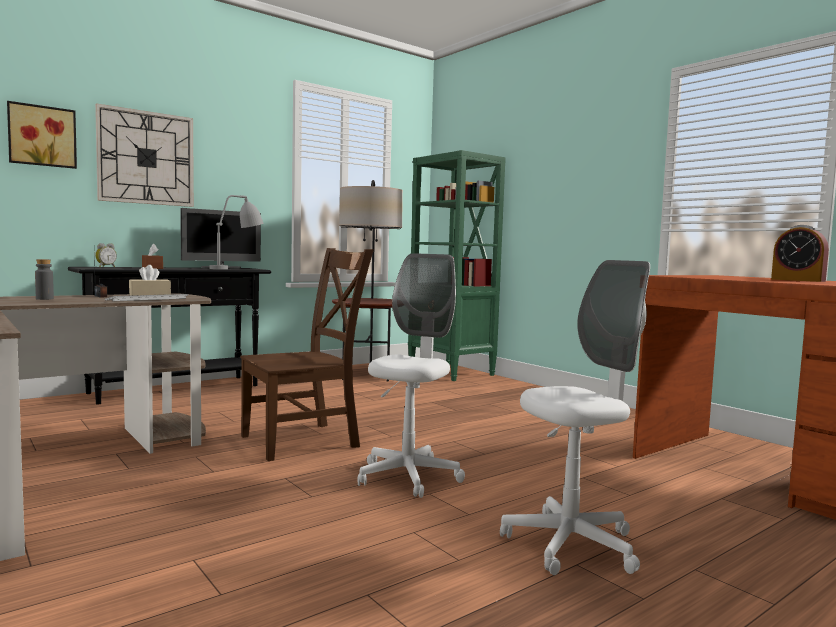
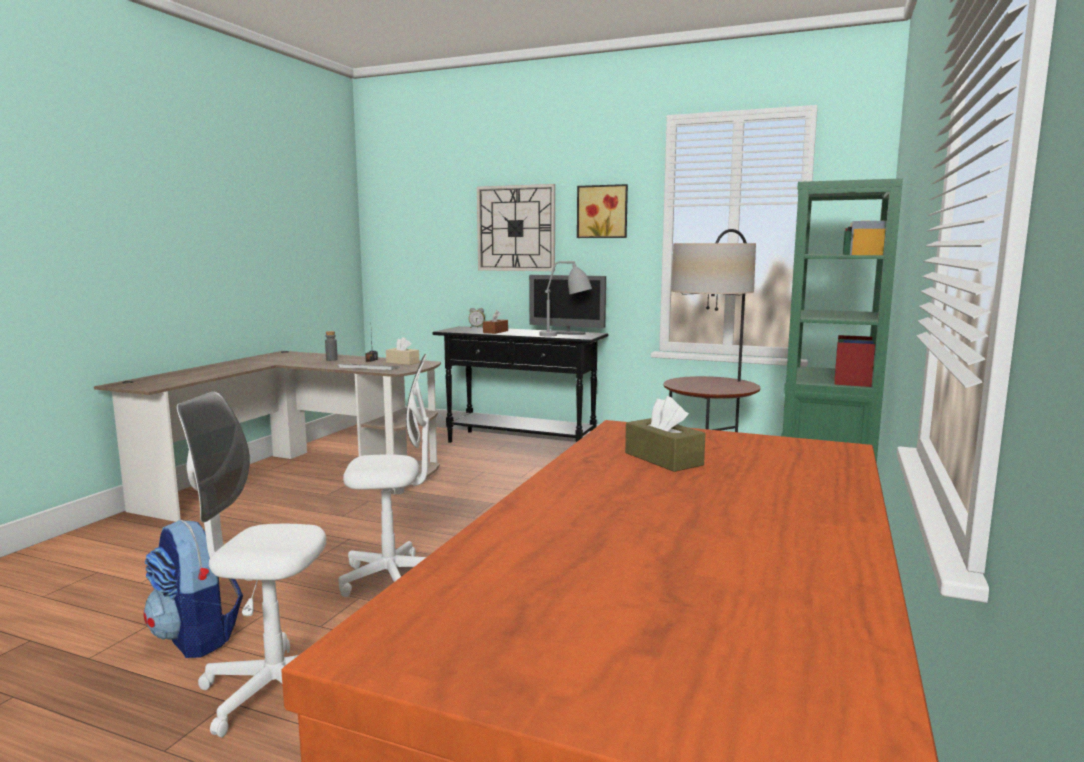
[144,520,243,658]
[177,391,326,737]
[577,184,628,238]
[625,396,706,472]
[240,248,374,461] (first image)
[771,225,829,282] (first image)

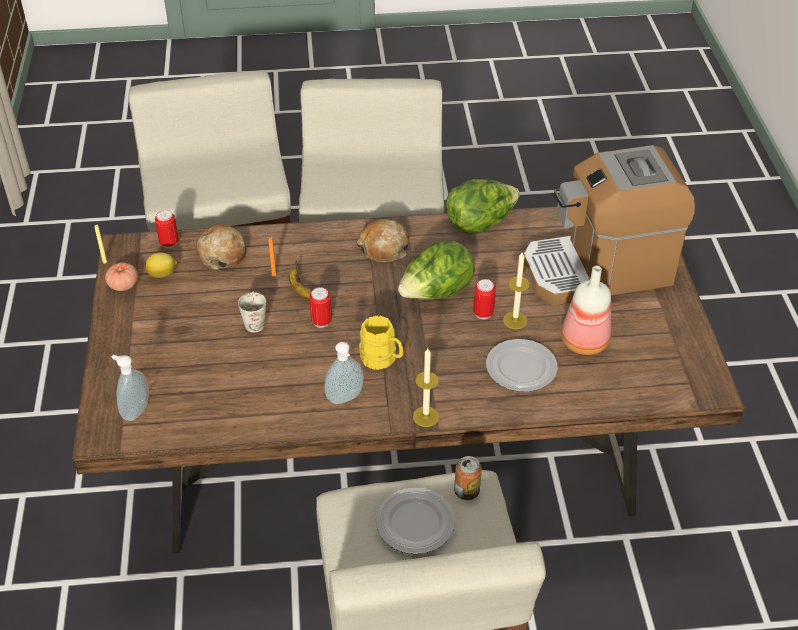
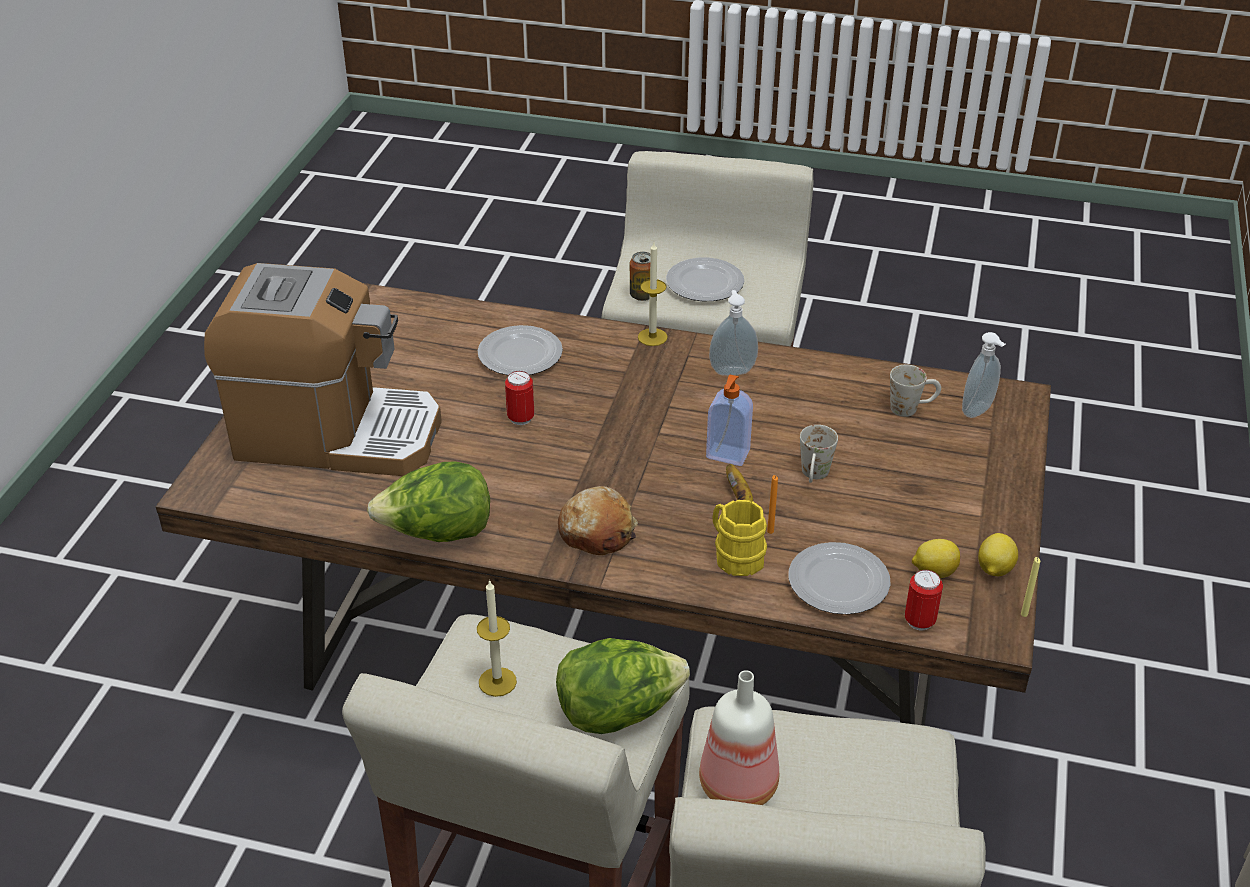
[477,580,517,697]
[556,638,690,734]
[699,670,779,805]
[706,374,753,466]
[713,500,767,576]
[789,542,891,614]
[890,365,941,417]
[978,533,1018,576]

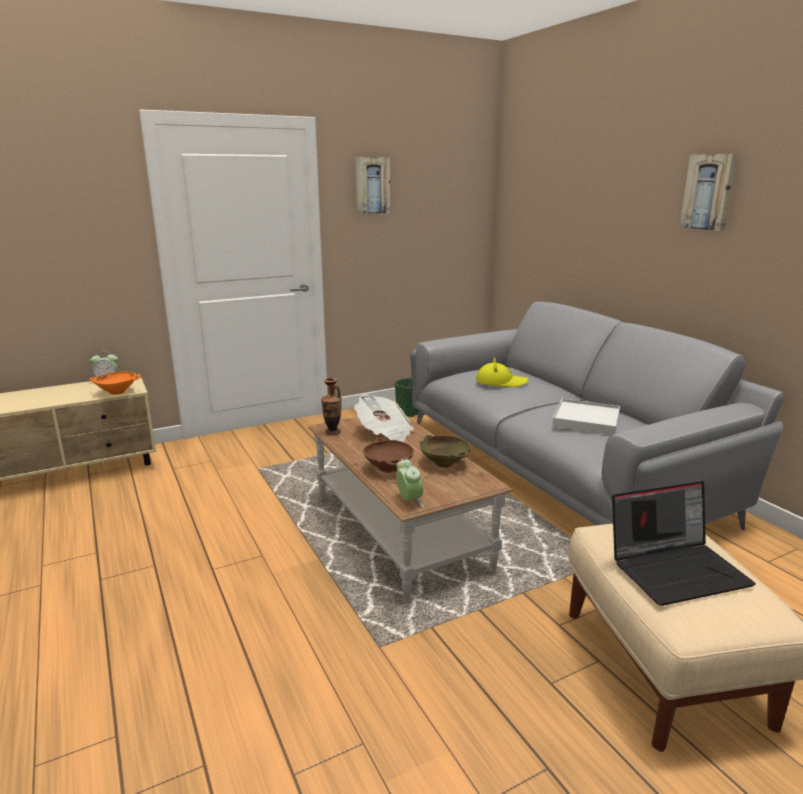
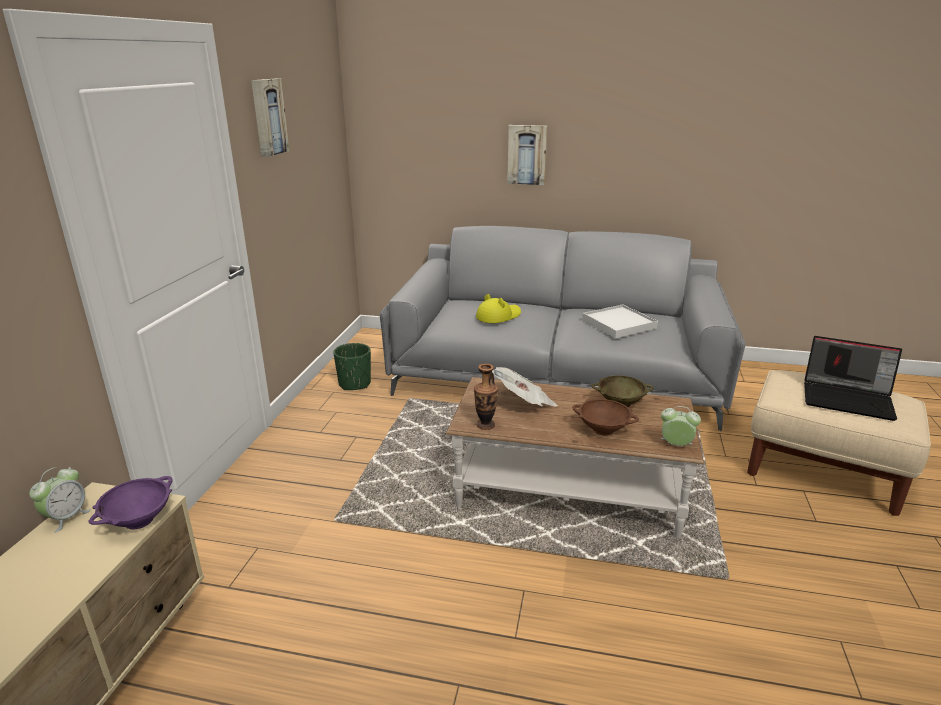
[89,476,172,529]
[507,125,548,185]
[804,336,902,421]

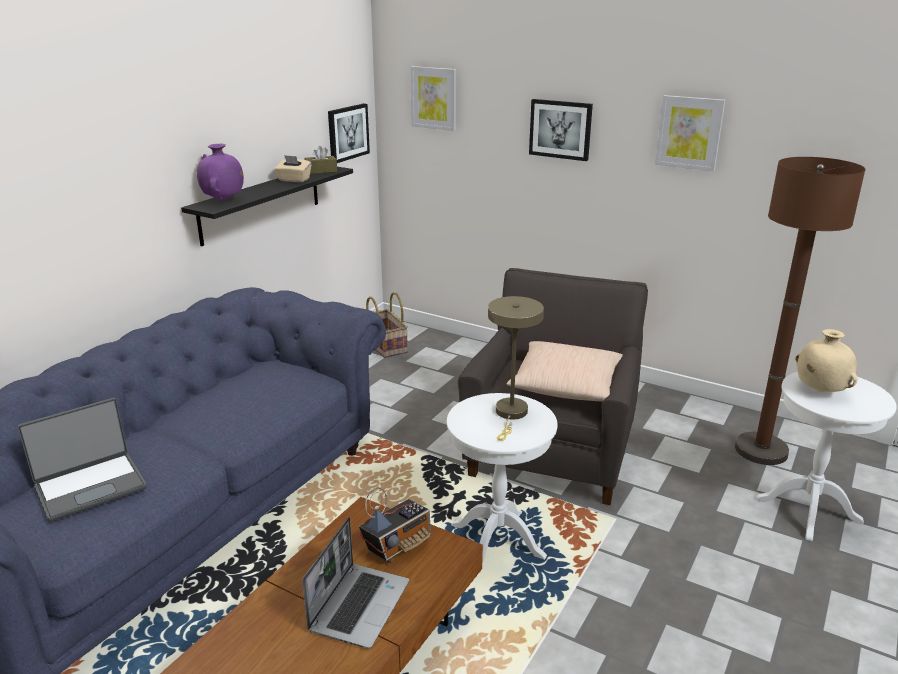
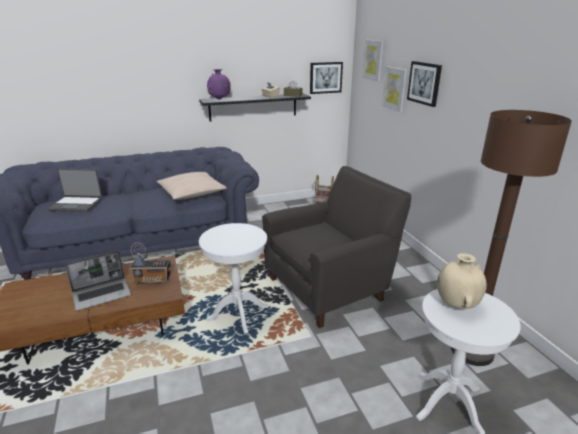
[157,172,227,200]
[382,66,407,112]
[488,296,544,441] (first image)

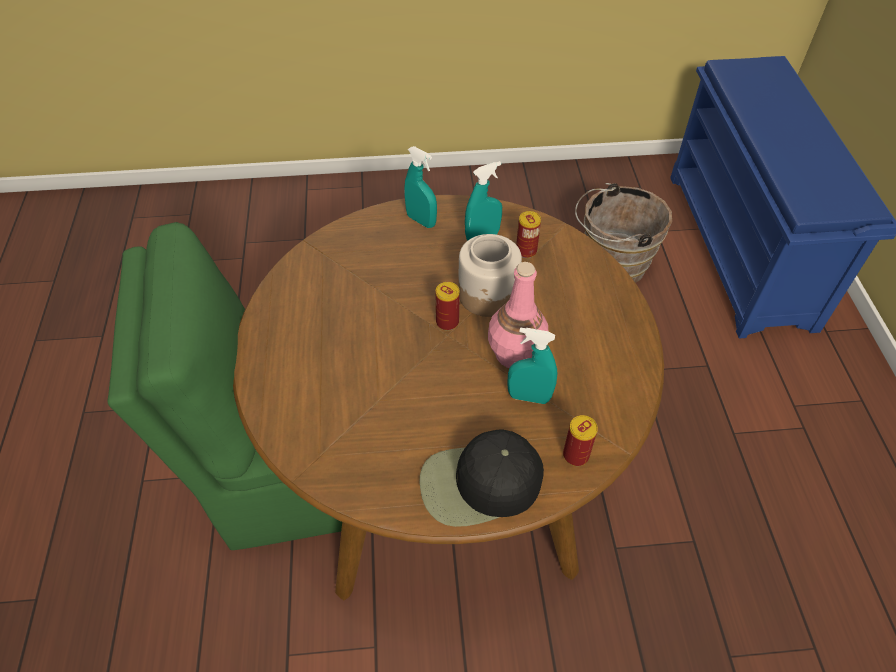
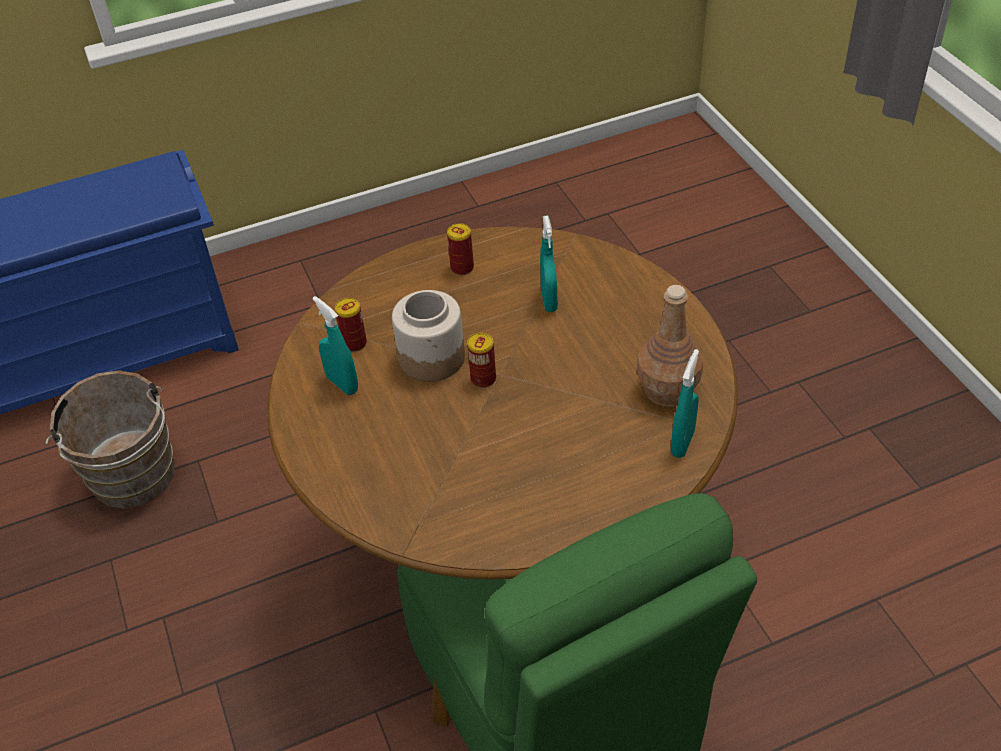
[447,223,474,275]
[637,285,703,407]
[671,349,699,458]
[420,429,544,527] (first image)
[488,262,549,368] (first image)

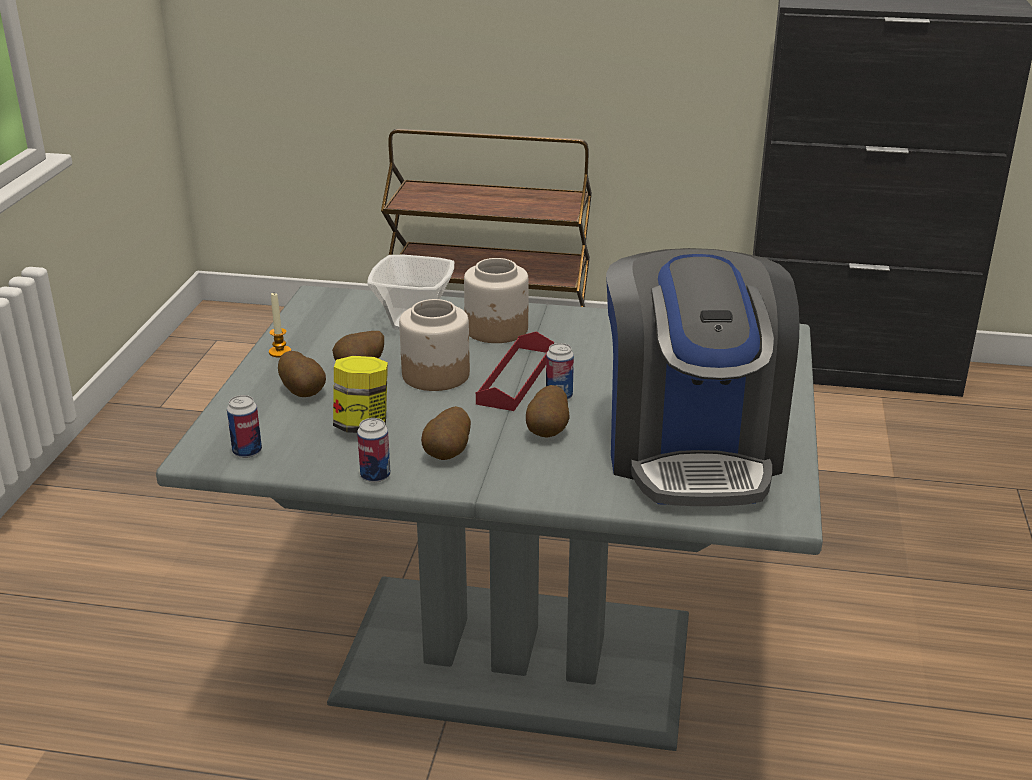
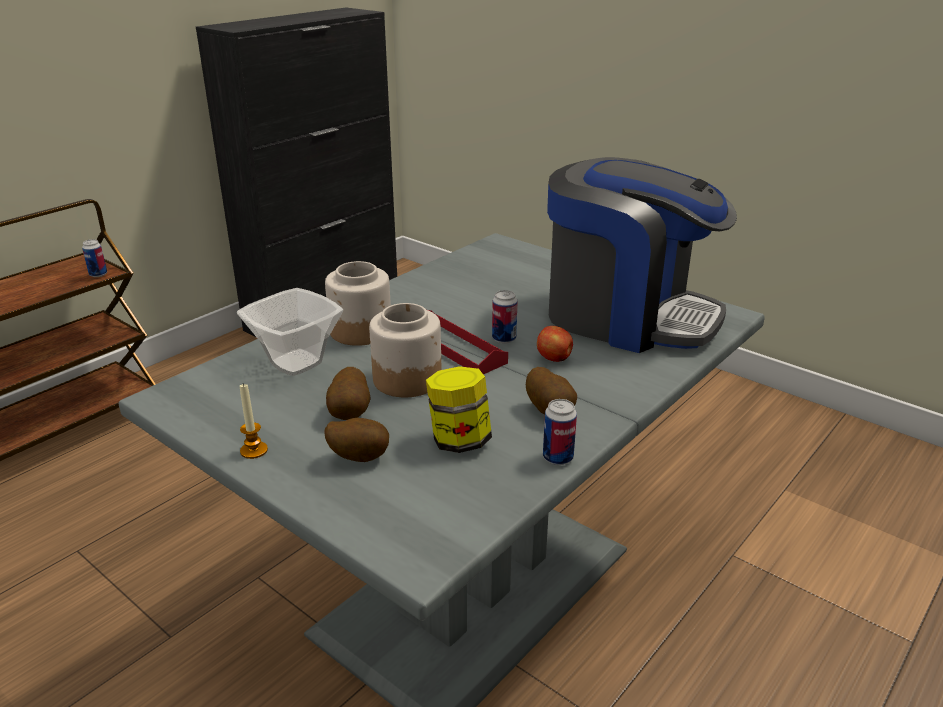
[82,239,107,277]
[537,326,573,362]

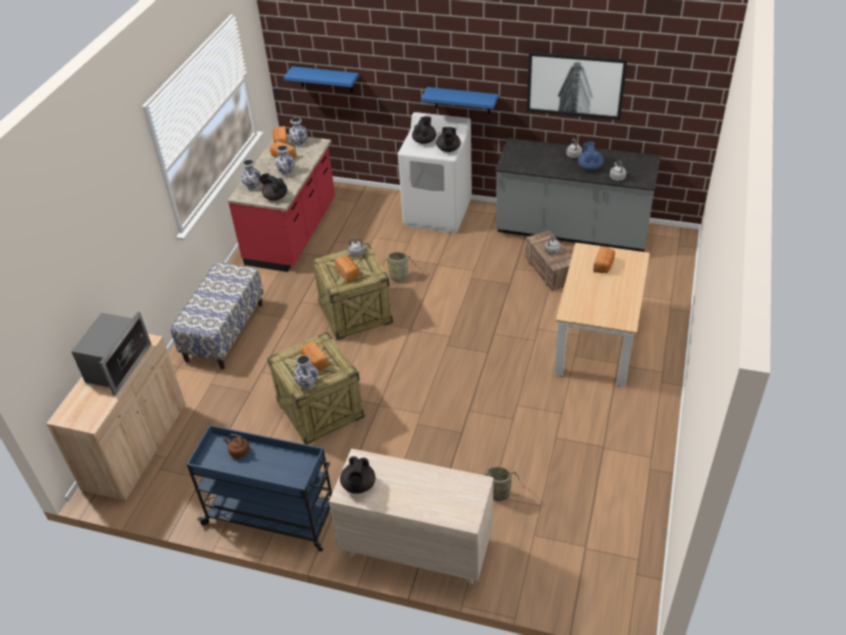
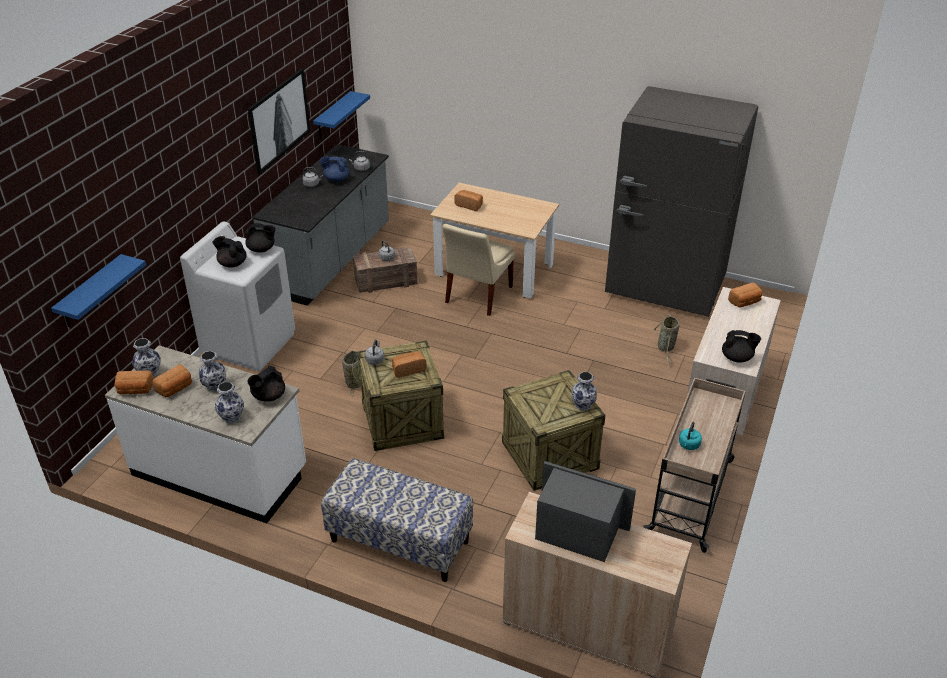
[105,345,306,524]
[313,91,370,139]
[442,224,515,316]
[605,86,758,317]
[643,378,746,553]
[679,421,702,450]
[728,282,763,307]

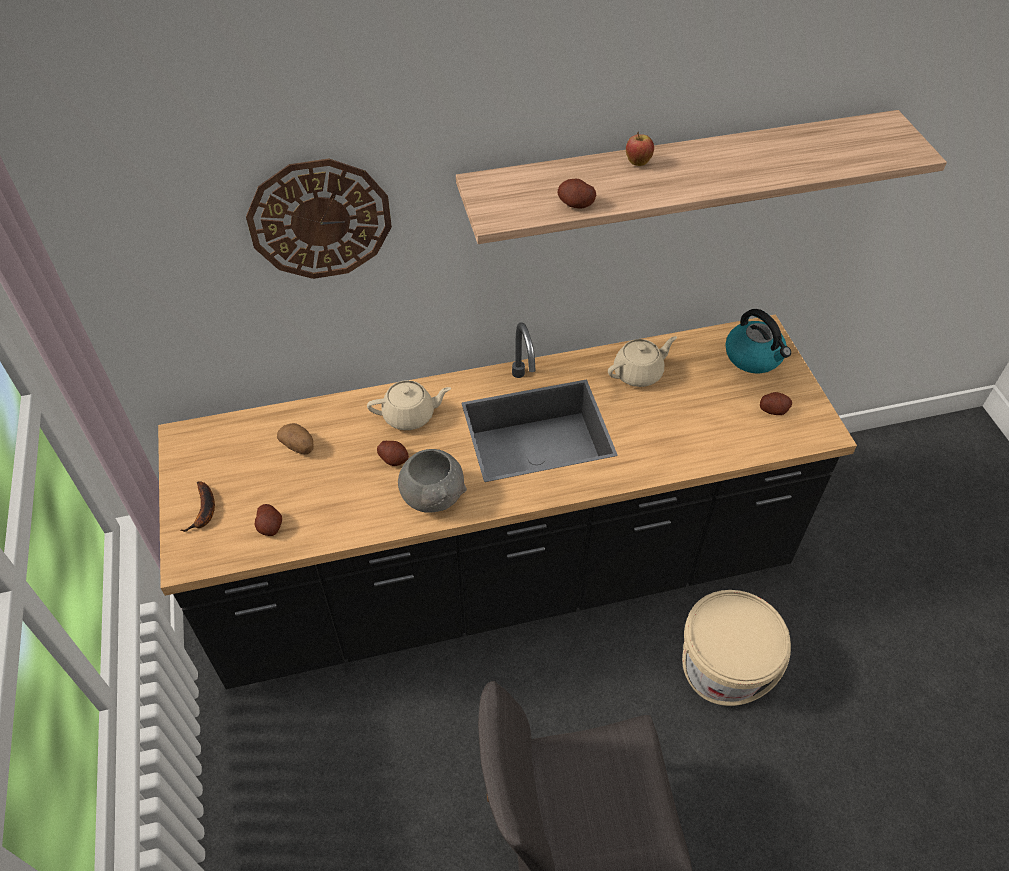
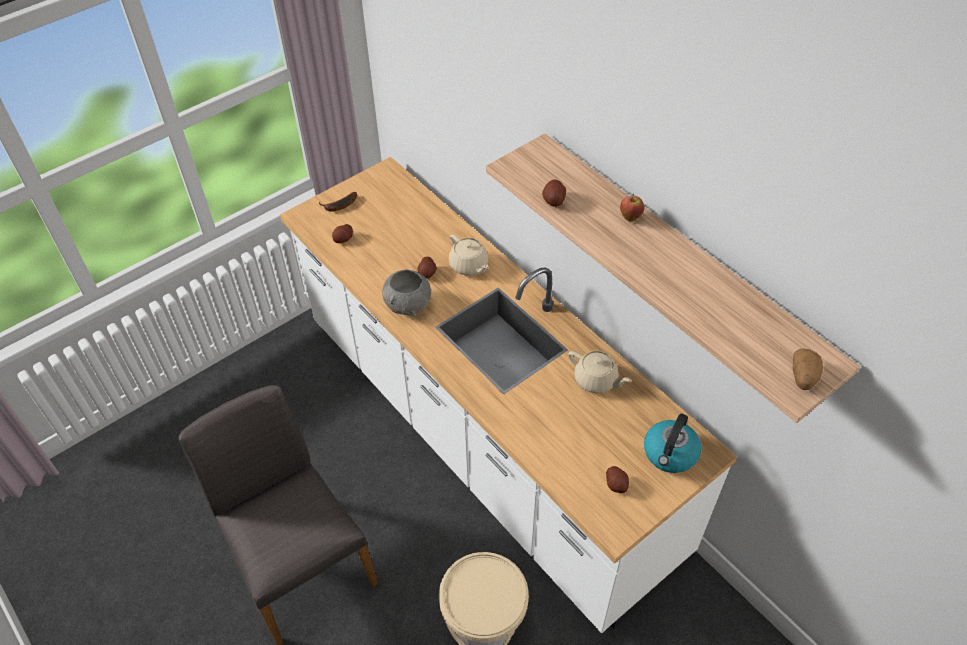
[280,157,737,633]
[793,349,823,390]
[246,159,392,279] (first image)

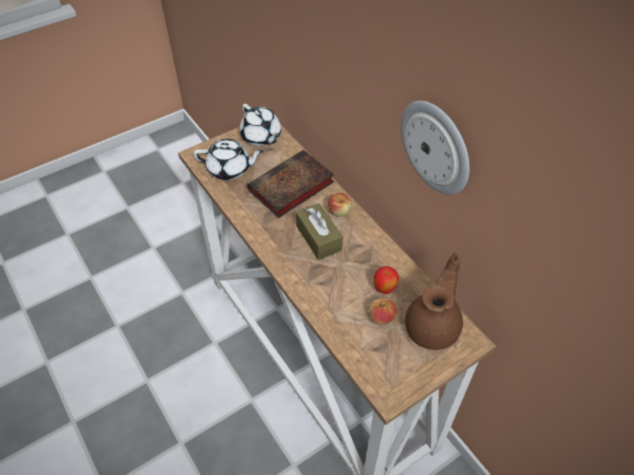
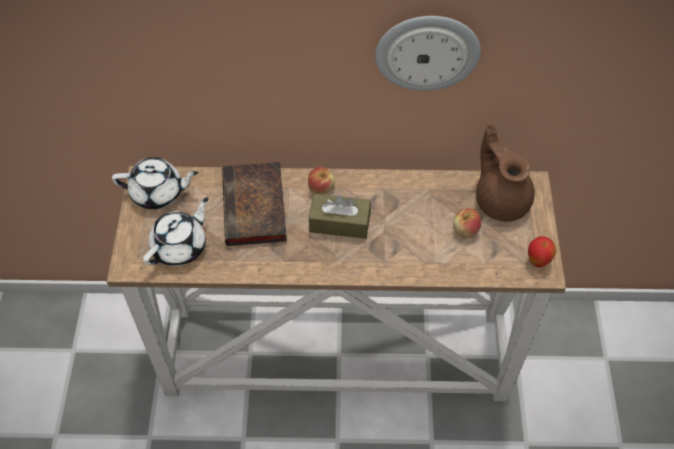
[528,236,556,267]

